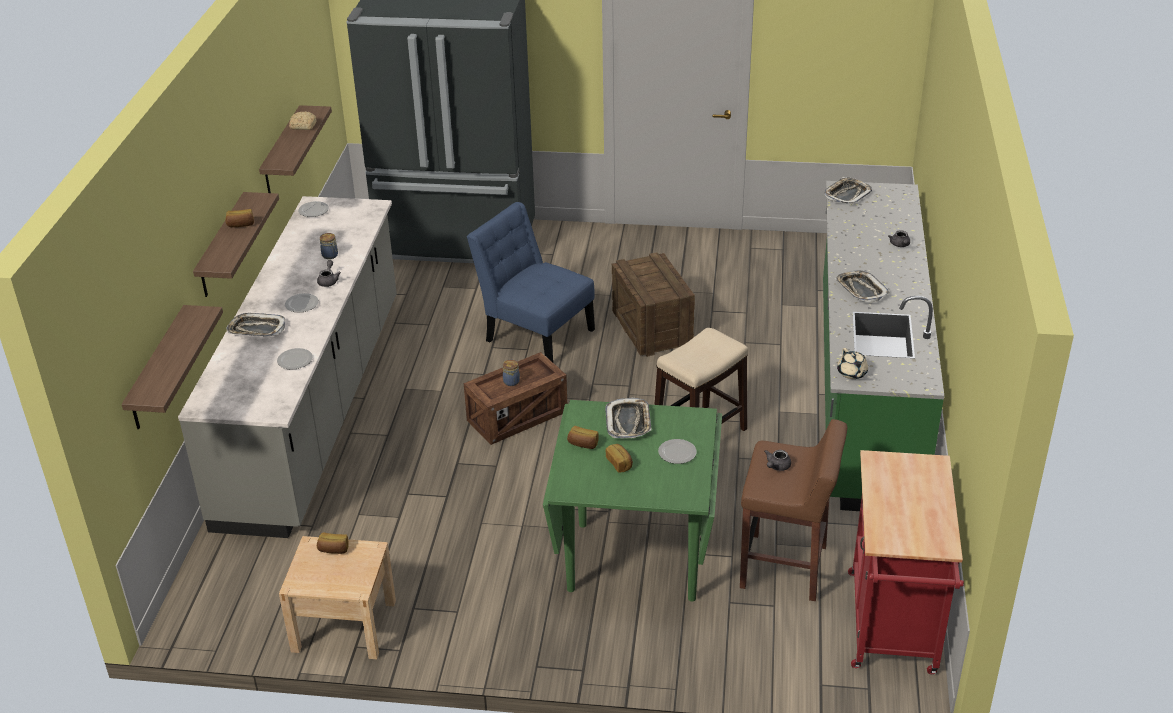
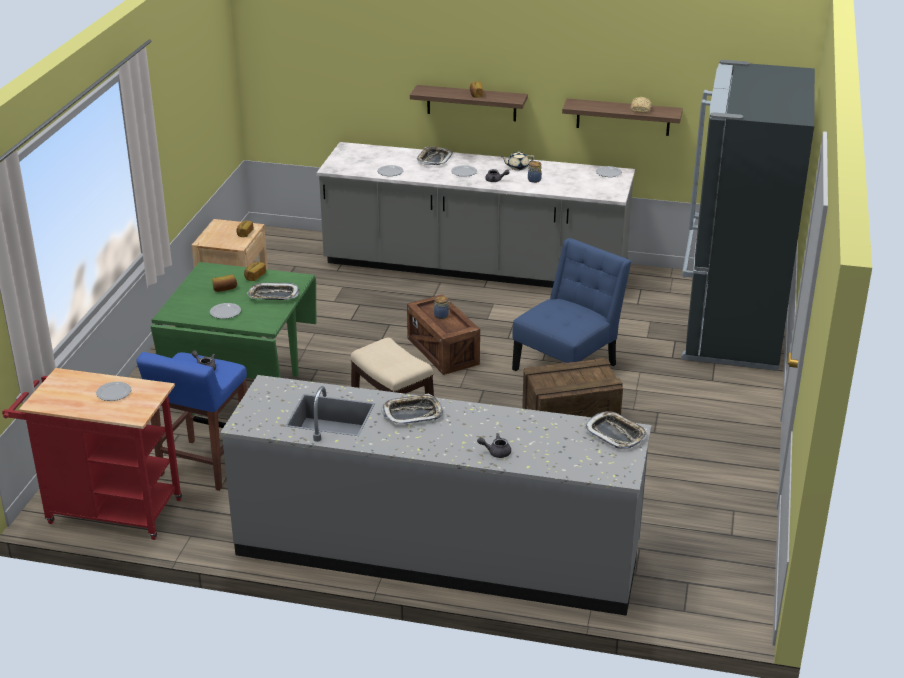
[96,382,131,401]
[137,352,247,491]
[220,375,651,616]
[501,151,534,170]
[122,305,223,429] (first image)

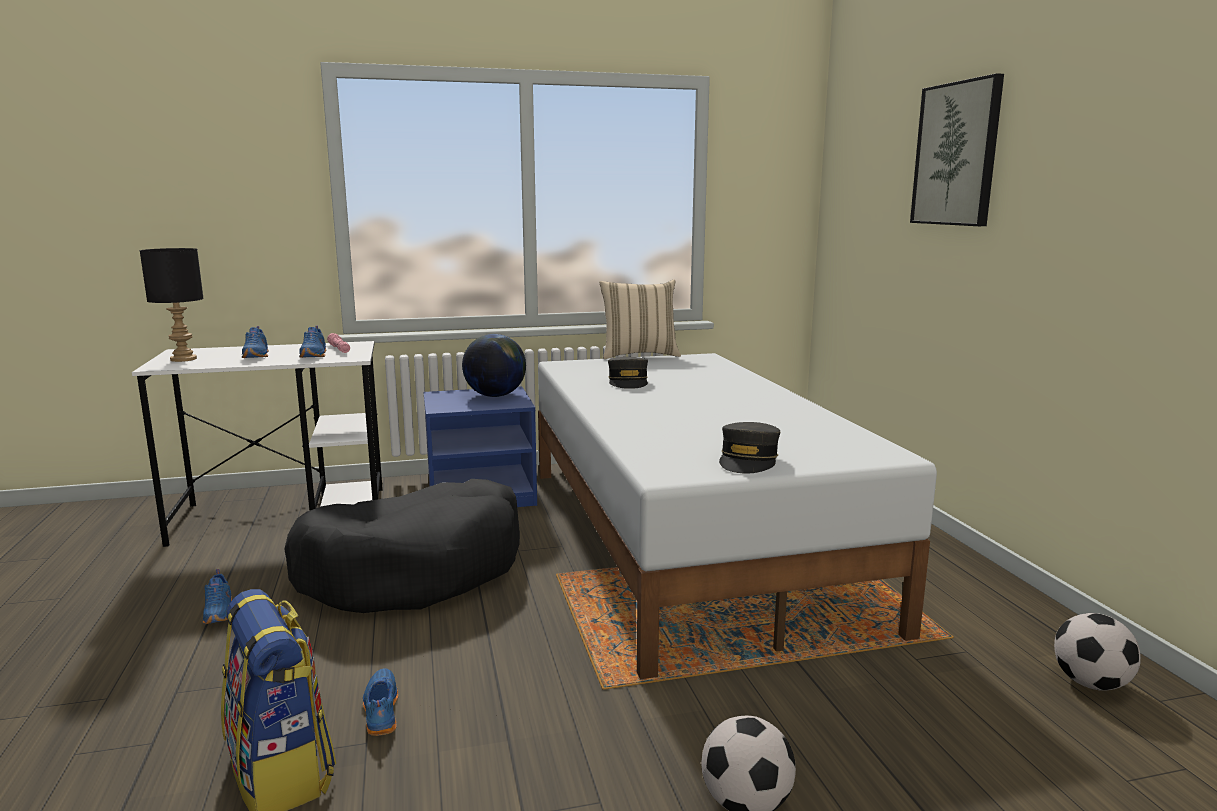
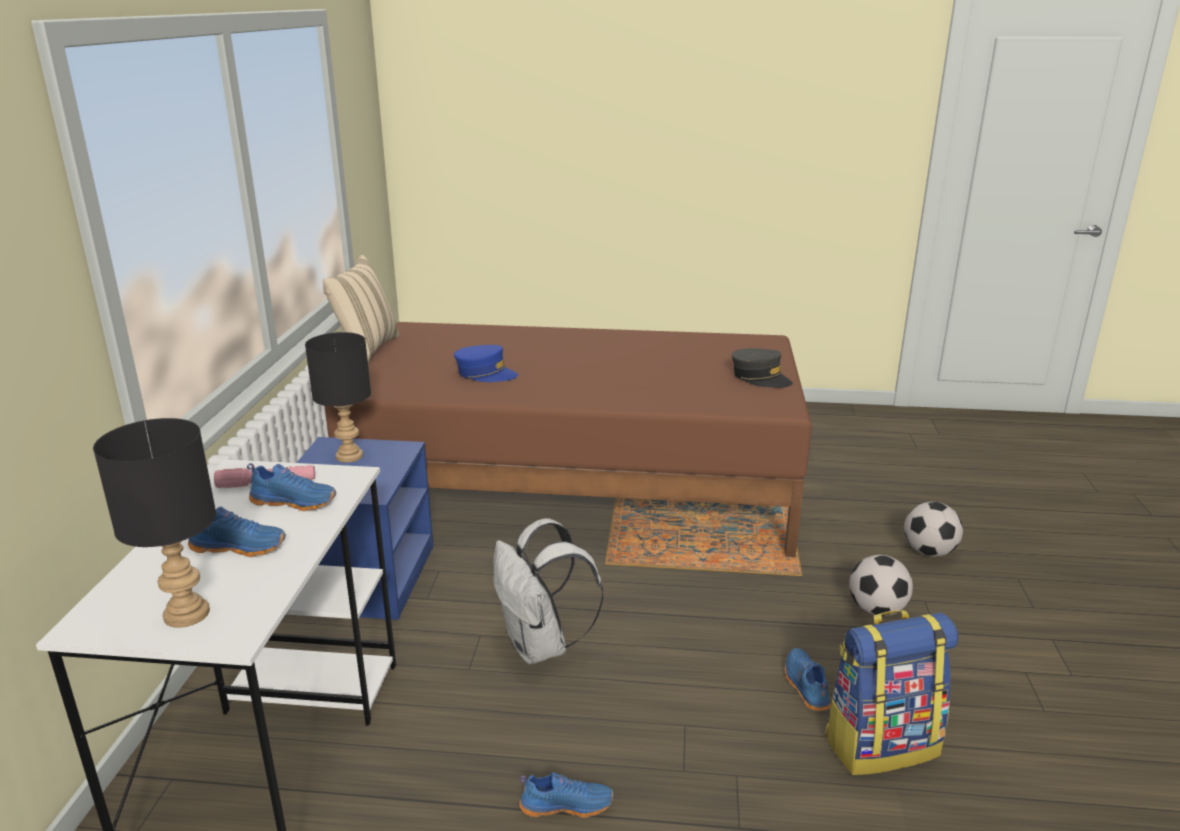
[305,332,371,463]
[325,322,812,557]
[454,345,518,382]
[493,518,603,664]
[785,648,831,711]
[849,555,913,616]
[910,73,1004,226] (first image)

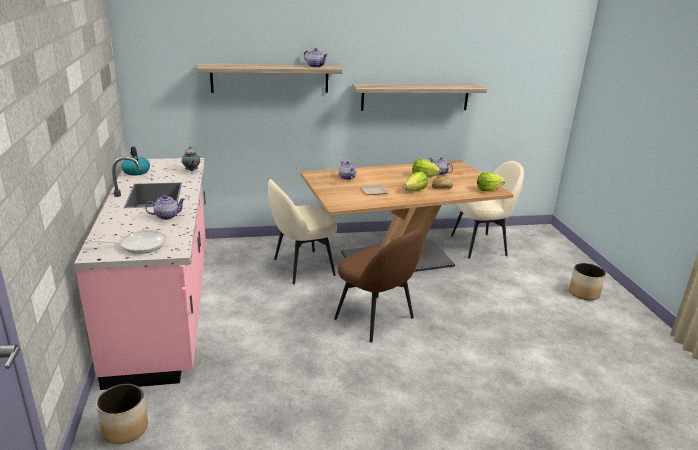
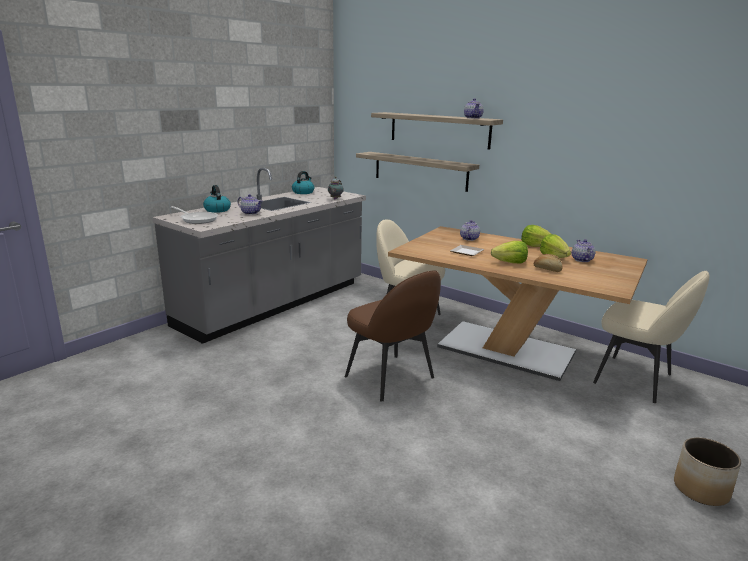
[152,168,366,344]
[203,185,231,213]
[345,270,441,401]
[356,152,479,192]
[521,225,551,247]
[96,384,148,444] (first image)

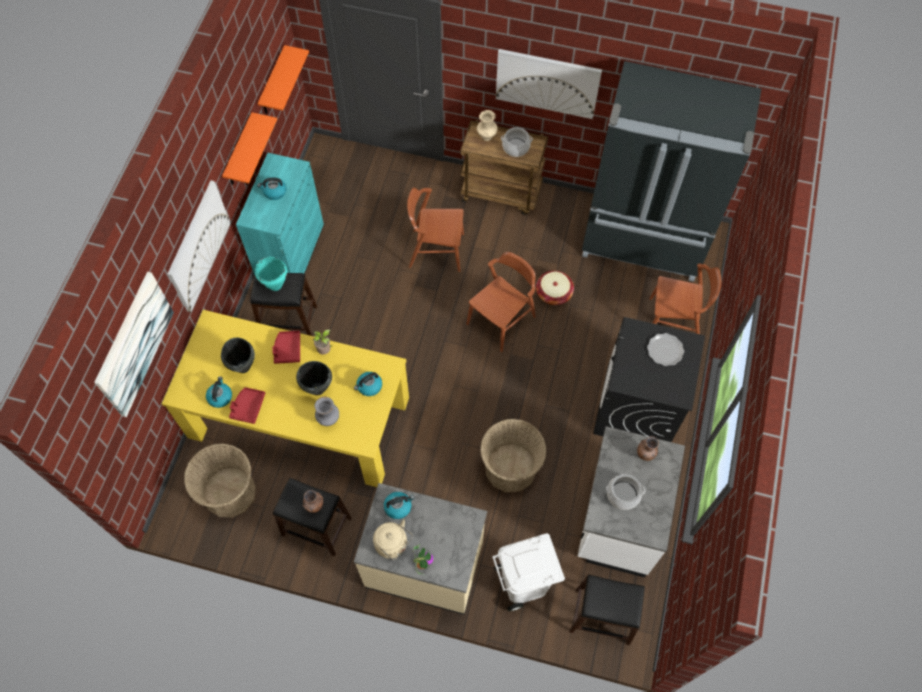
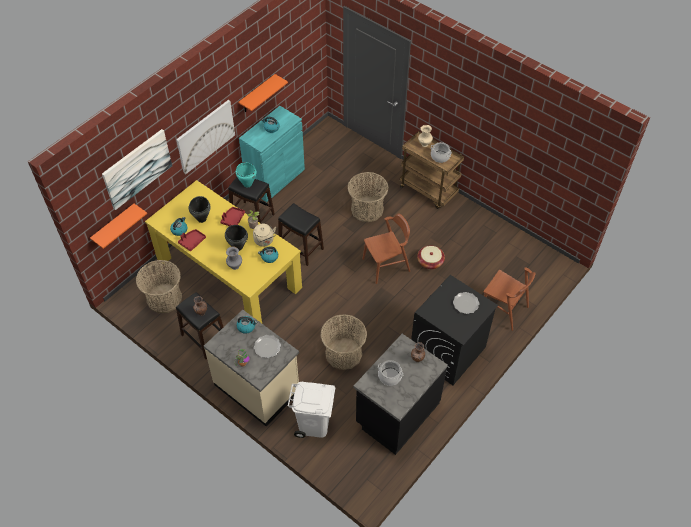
[90,204,147,249]
[253,224,276,247]
[254,335,281,358]
[278,203,324,266]
[348,172,388,222]
[353,334,448,455]
[496,49,602,119] (first image)
[582,61,761,282] (first image)

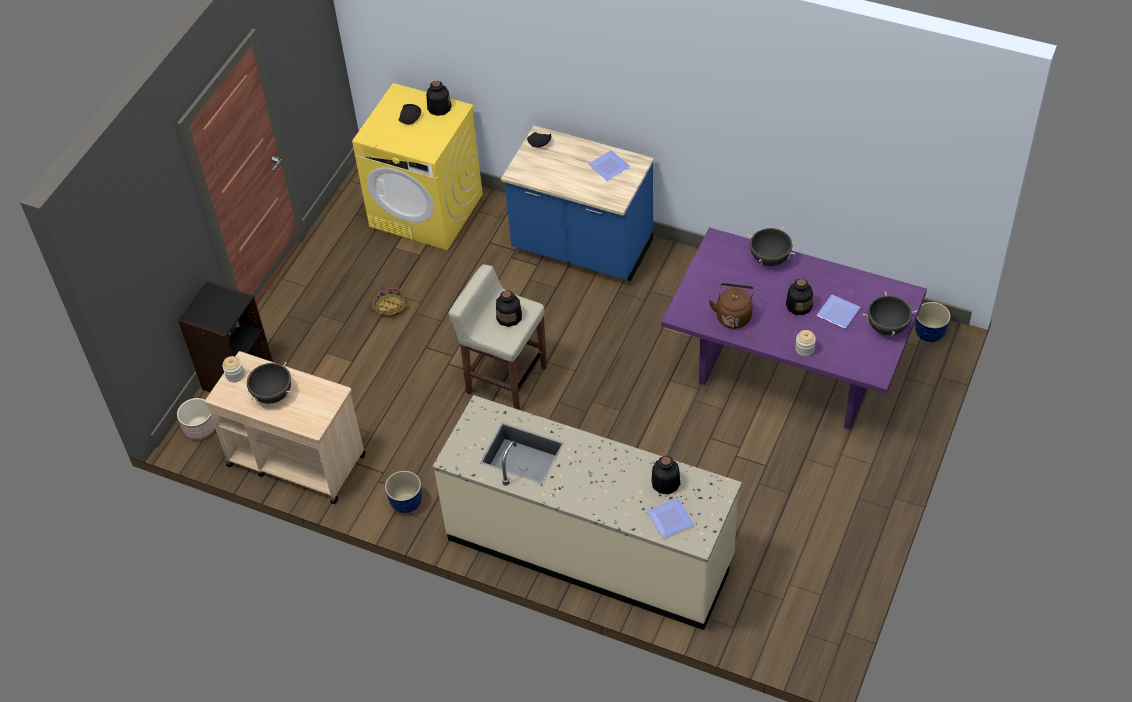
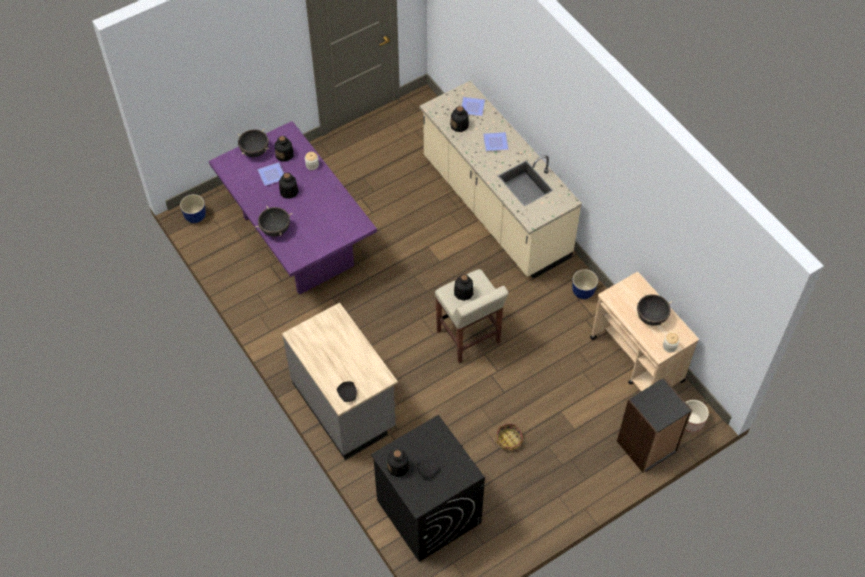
[275,136,294,162]
[282,303,398,460]
[371,415,485,562]
[483,132,509,151]
[709,283,754,329] (first image)

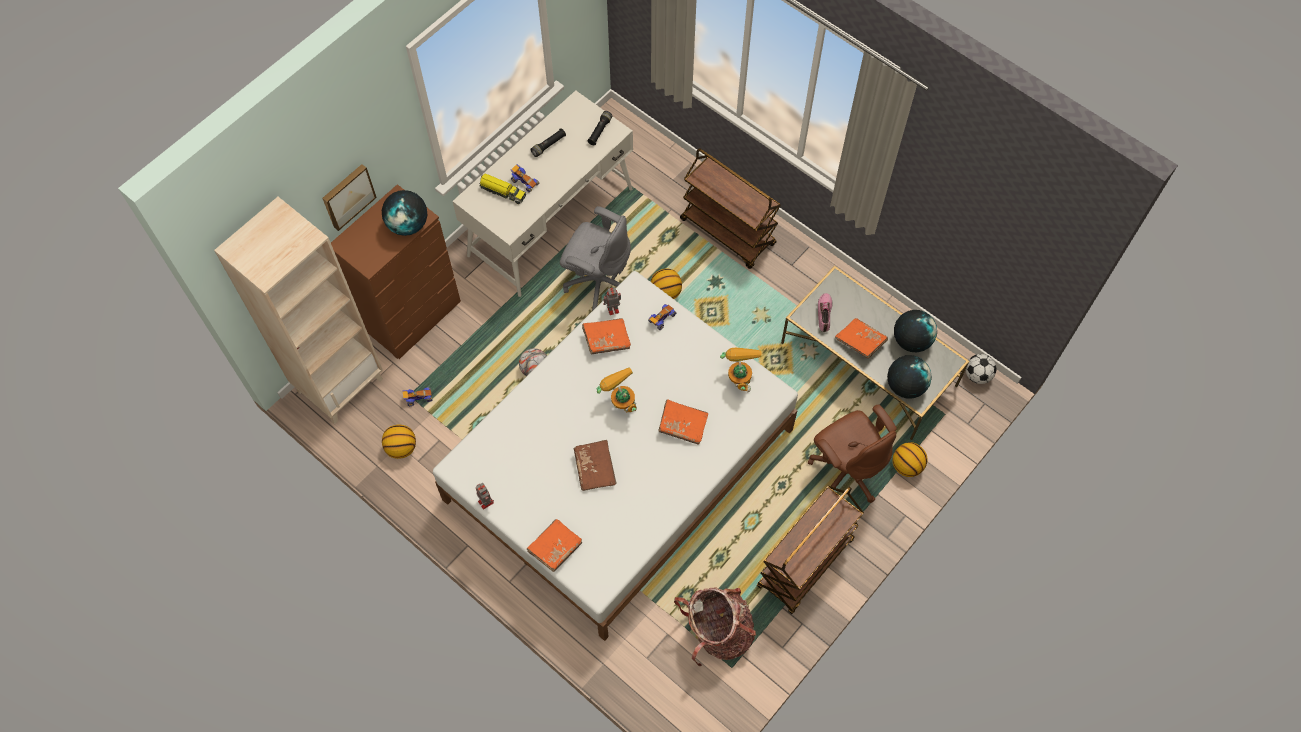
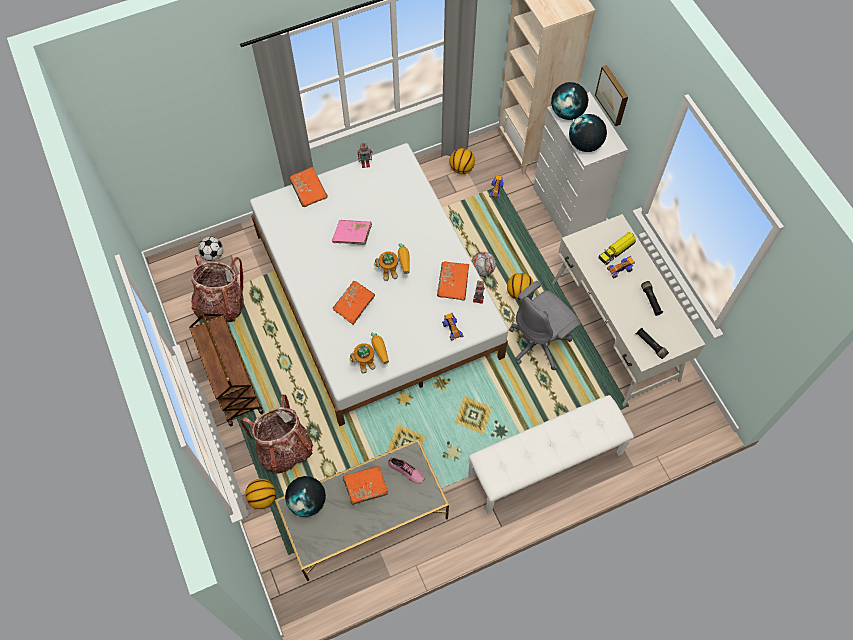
[198,237,223,261]
[240,394,313,474]
[332,220,372,245]
[349,333,389,374]
[468,395,634,514]
[507,273,533,300]
[533,92,628,237]
[551,82,588,120]

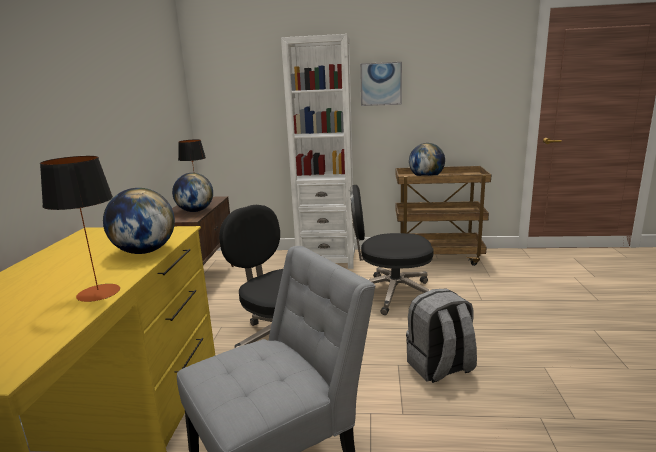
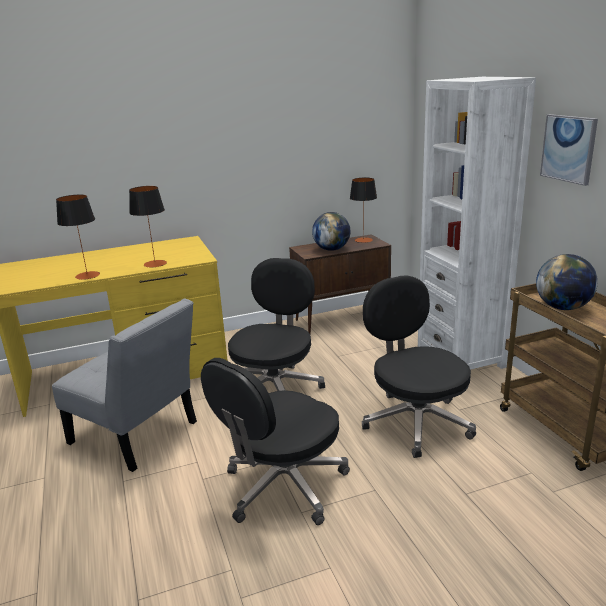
[129,186,167,268]
[201,358,350,525]

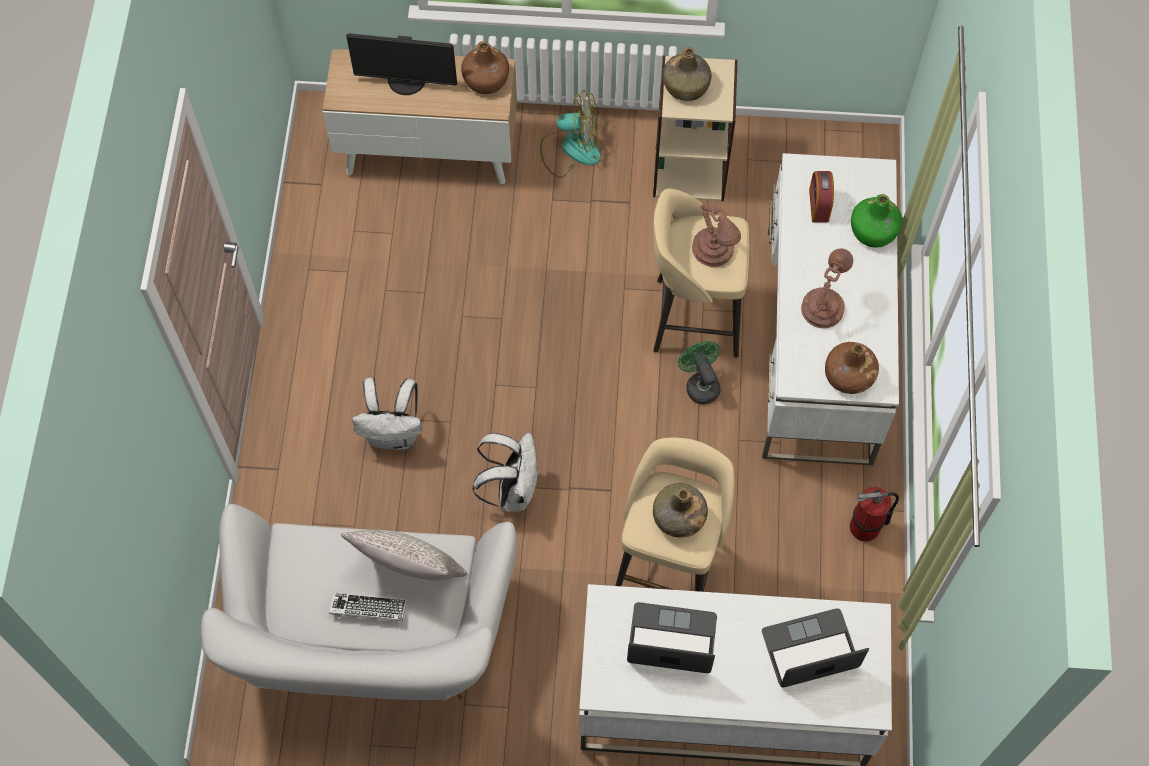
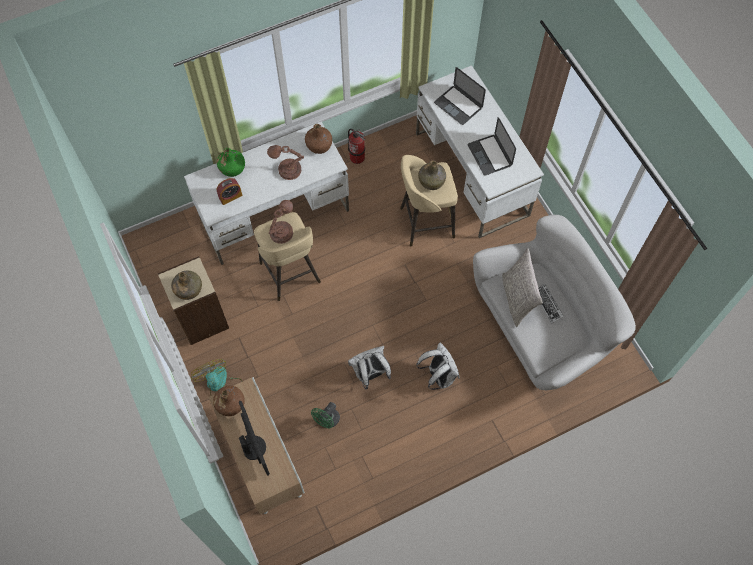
[311,402,340,428]
[348,346,391,390]

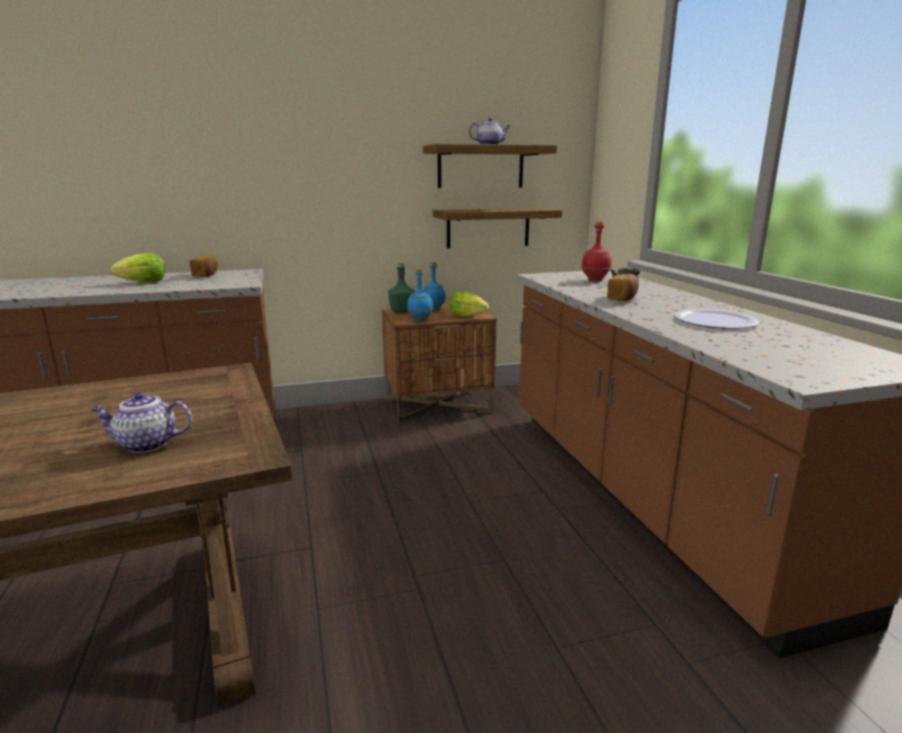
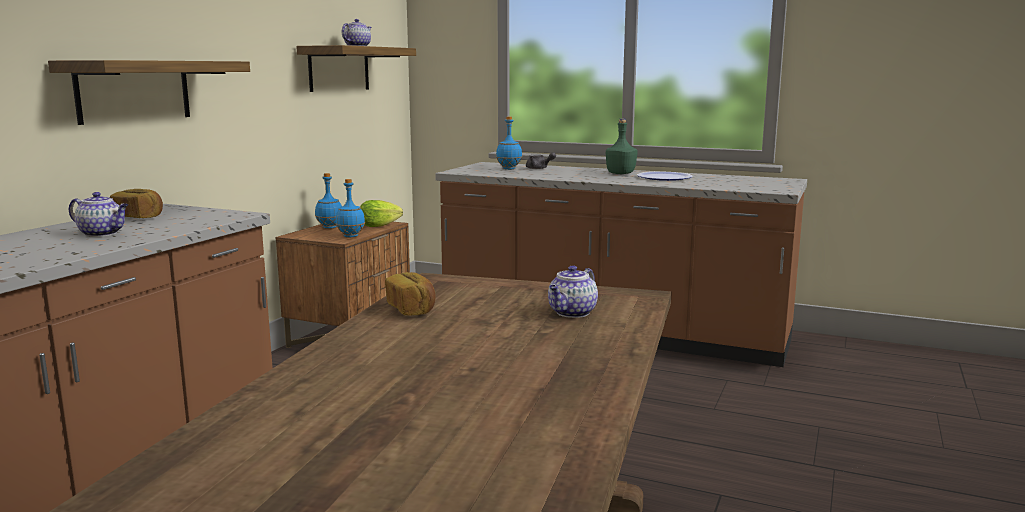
[48,60,250,125]
[69,192,128,237]
[385,272,435,316]
[496,116,522,170]
[606,119,638,174]

